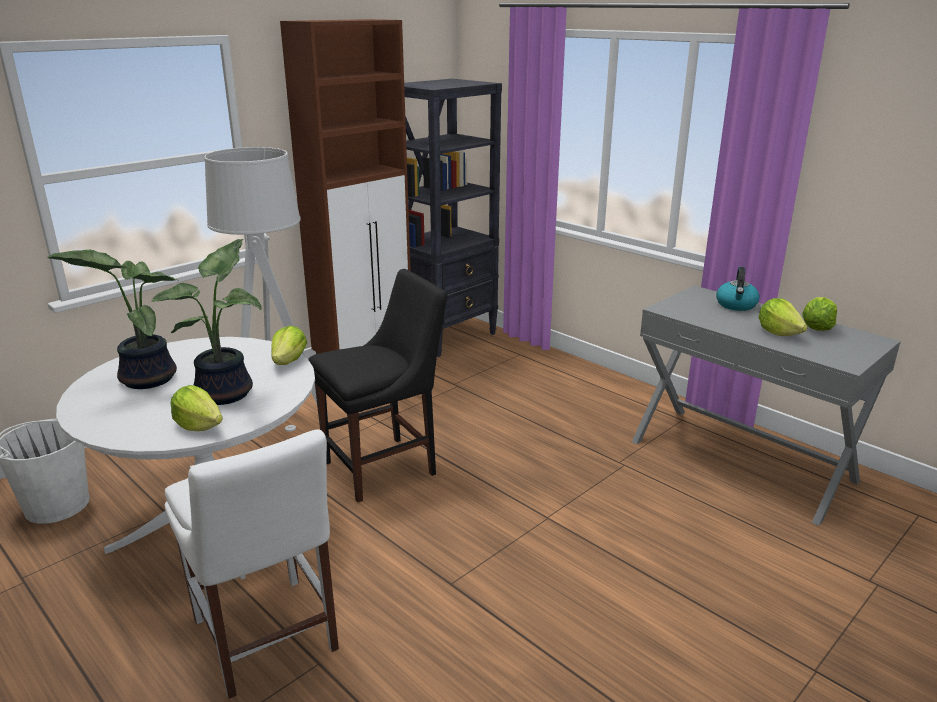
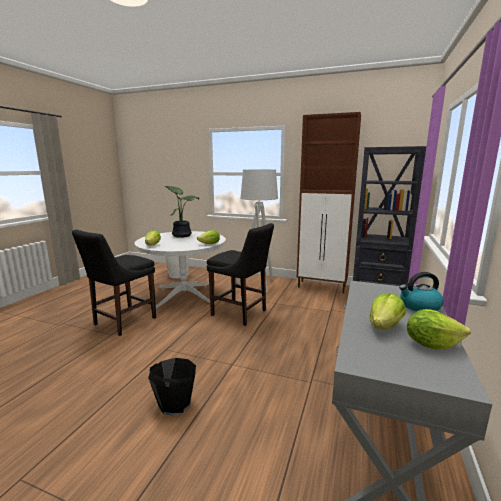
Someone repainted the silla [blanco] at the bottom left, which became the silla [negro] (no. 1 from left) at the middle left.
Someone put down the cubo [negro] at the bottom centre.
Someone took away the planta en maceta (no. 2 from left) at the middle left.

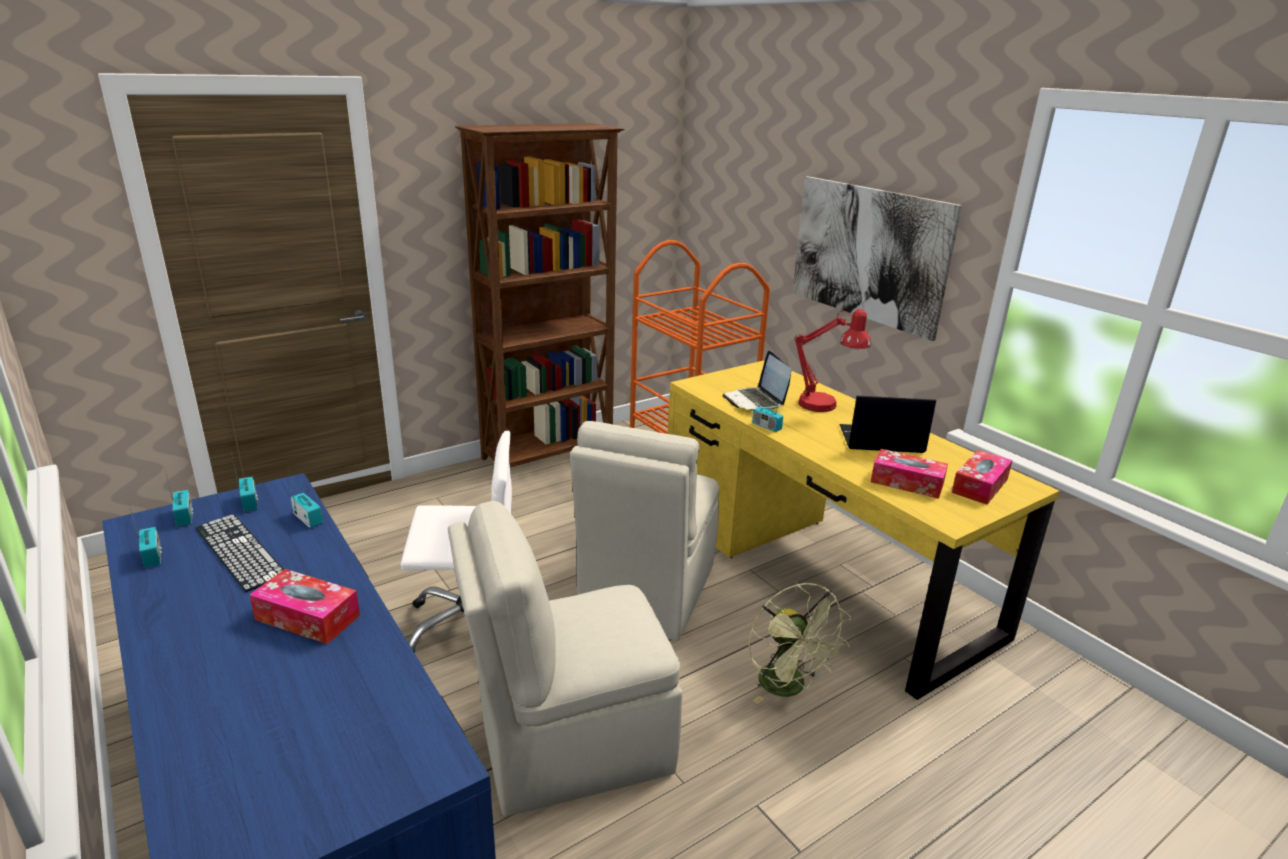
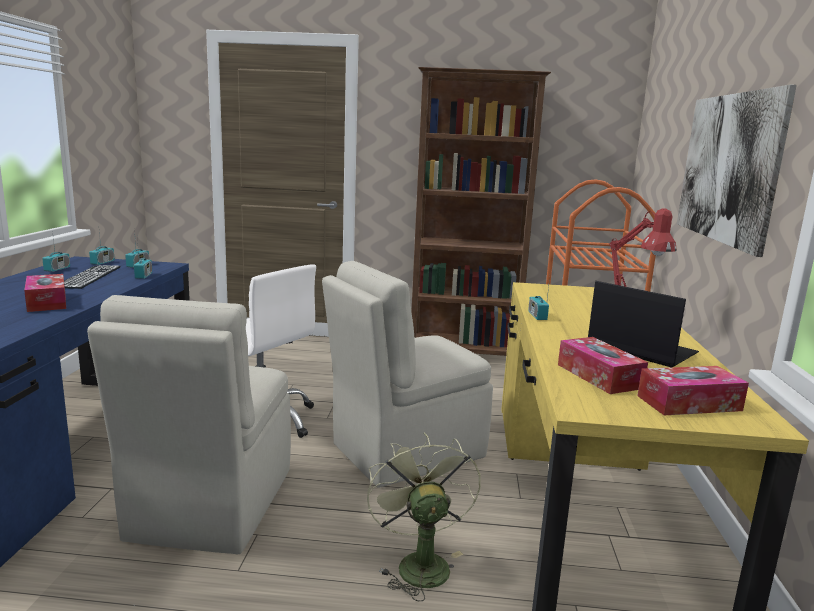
Someone rotated the silla [beis] (no. 1 from left) at the bottom centre by 105 degrees counterclockwise.
Someone rotated the ventilador [verde] at the bottom centre by 150 degrees clockwise.
Someone took away the portátil (no. 1 from left) at the centre.

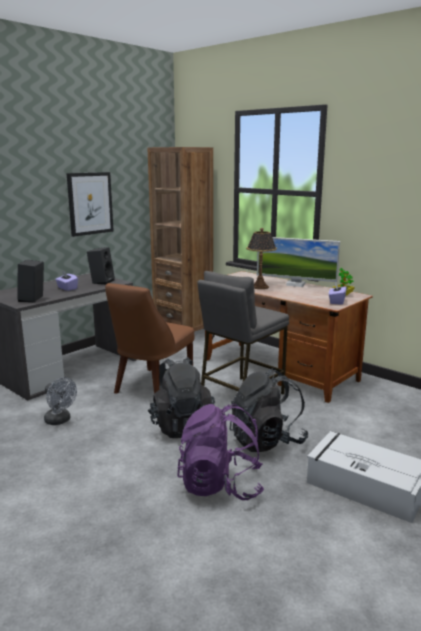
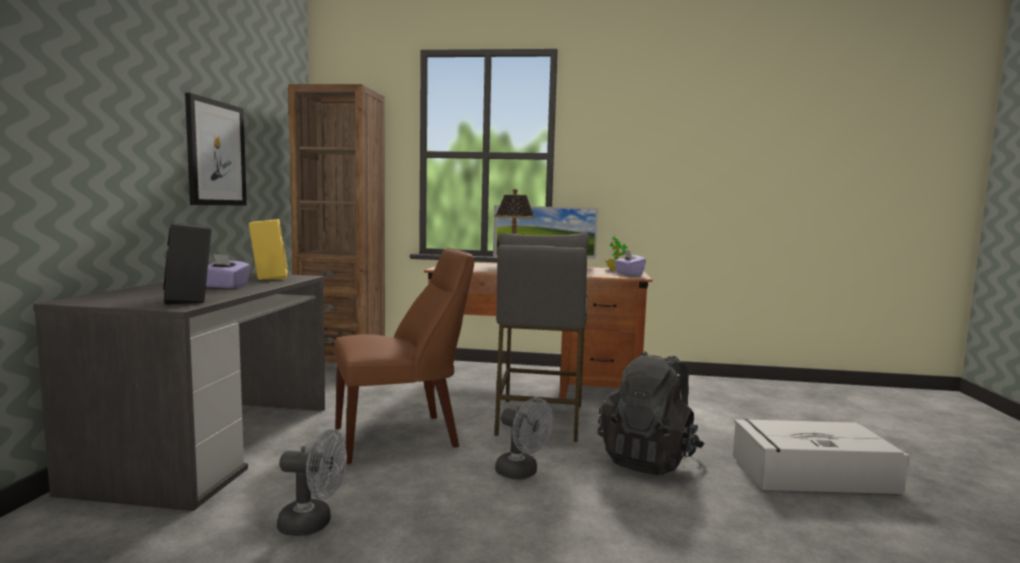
Someone repainted the altavoz [negro] (no. 2 from left) at the middle left, which became the altavoz [amarillo] at the middle left.
Someone rotated the silla [marrón] at the centre by 105 degrees counterclockwise.
Someone swapped the mochila [negro] (no. 1 from left) at the centre for the ventilador [gris] (no. 2 from left) at the bottom centre.
Someone took away the mochila [morado] at the bottom centre.

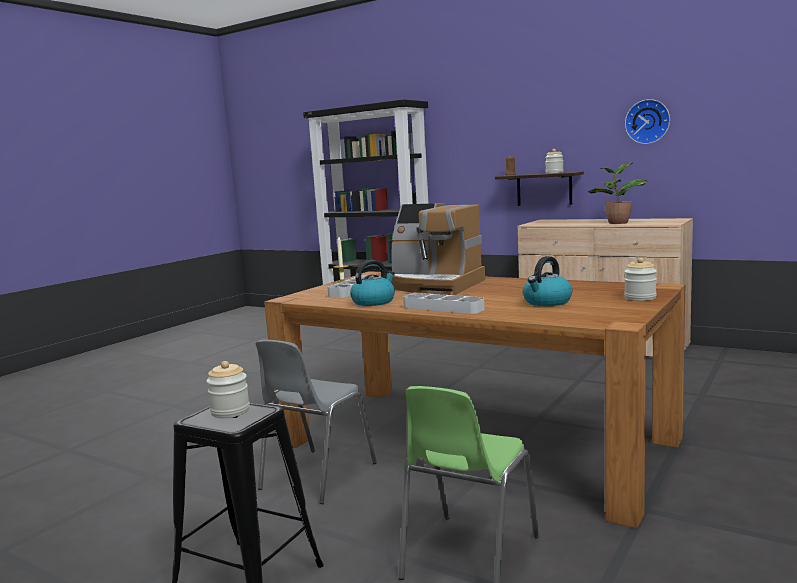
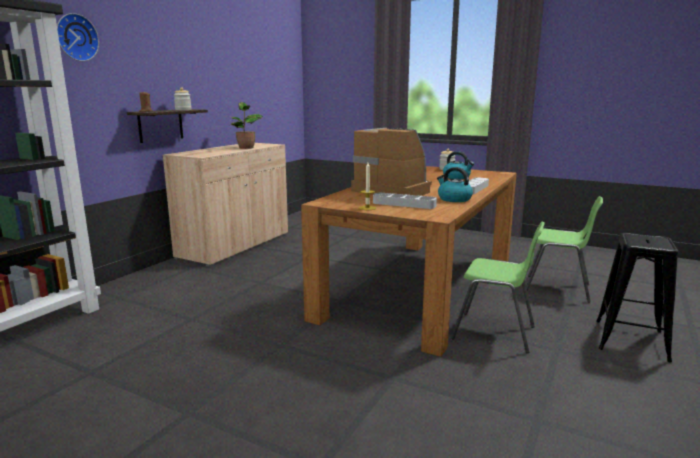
Someone carried the reloj de pared from the top right to the top left.
Someone rotated the cafetera at the centre by 75 degrees counterclockwise.
Someone repainted the silla [gris] at the bottom centre, which became the silla [verde] (no. 1 from left) at the middle right.
Someone took away the tarro (no. 1 from left) at the bottom left.

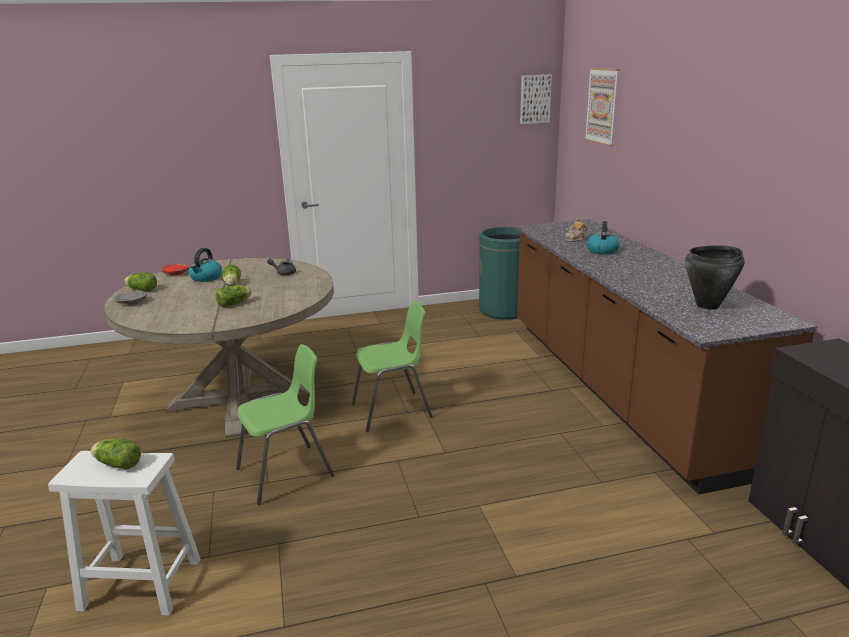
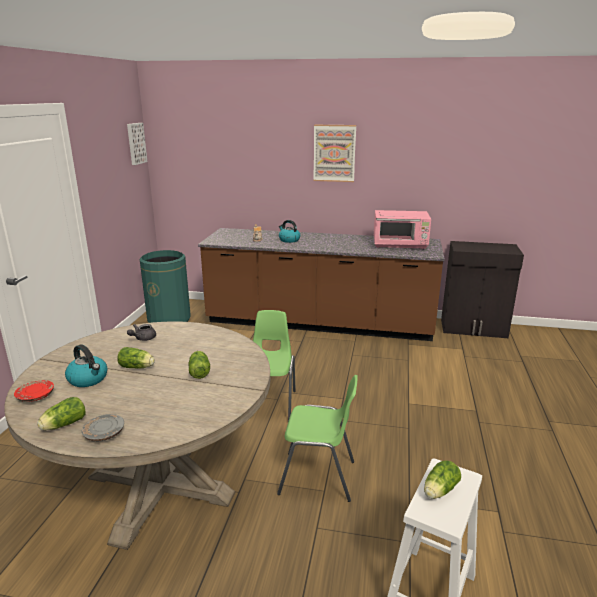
Someone rotated the silla [verde] (no. 1 from left in the first image) at the centre by 105 degrees clockwise.
Someone carried the cuadro (no. 2 from left) from the top right to the top centre.
Someone swapped the olla [negro] at the middle right for the microondas [rosa] at the middle right.

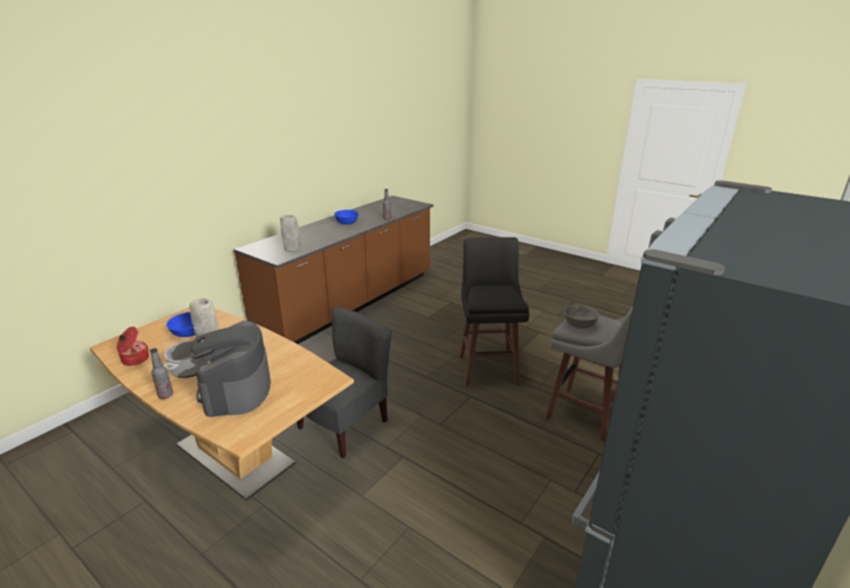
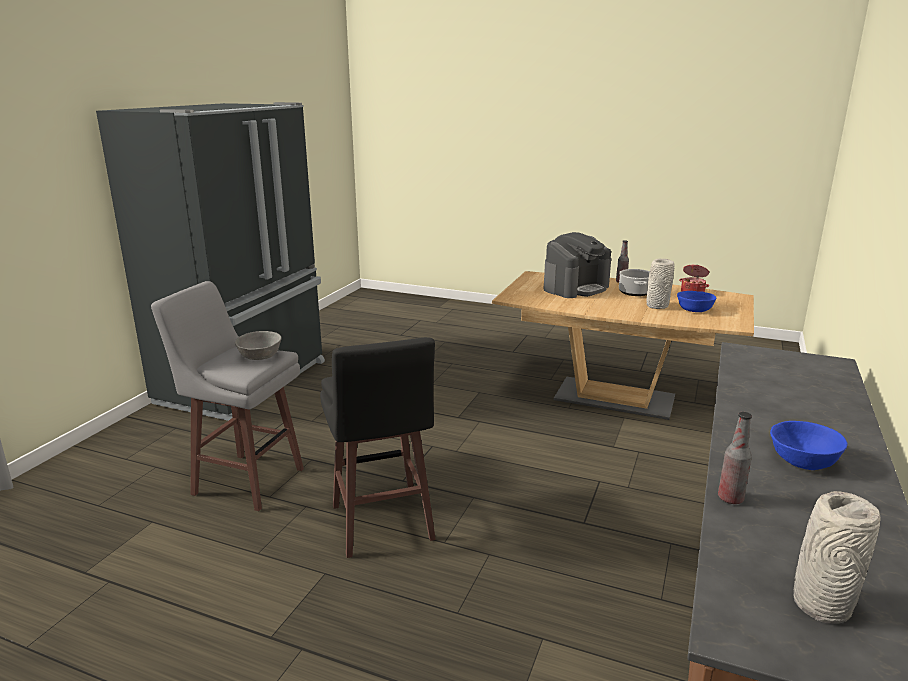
Someone rotated the cafetera at the middle left by 75 degrees clockwise.
Someone carried the florero [gris] (no. 2 from left) from the centre to the bottom right.
Someone took away the silla [gris] at the centre.

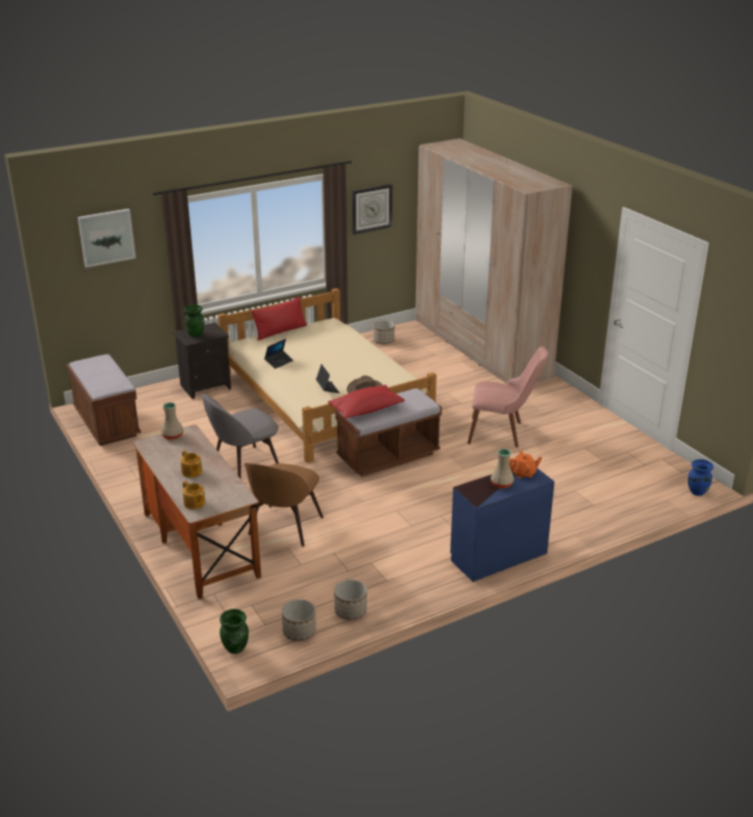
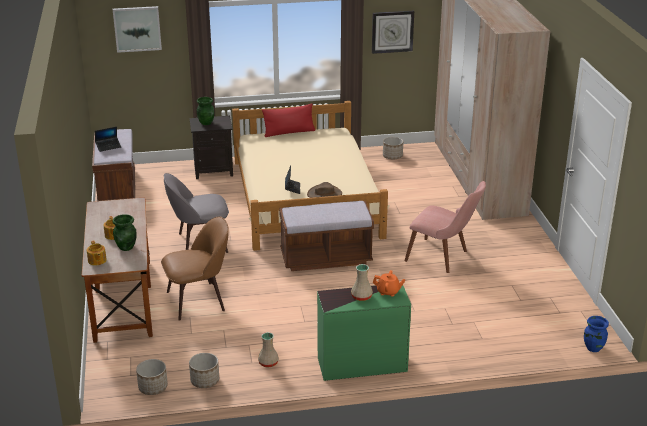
Someone carried the portátil (no. 1 from left) from the centre to the top left.
Someone carried the florero [verde] (no. 2 from left in the first image) from the bottom left to the middle left.
Someone rotated the silla [marrón] at the centre by 150 degrees counterclockwise.
Someone carried the florero [beis] (no. 1 from left) from the middle left to the bottom centre.
Someone repainted the cómoda [azul] at the middle right, which became the cómoda [verde] at the bottom centre.
Someone took away the cojín [rojo] (no. 2 from left) at the centre.

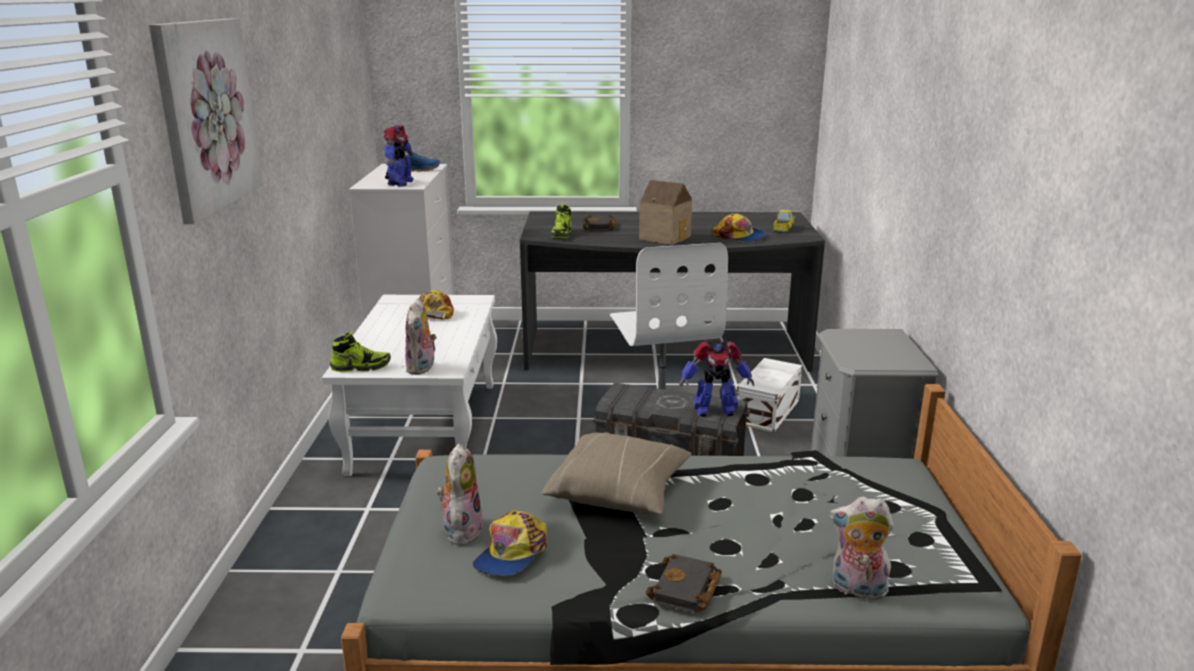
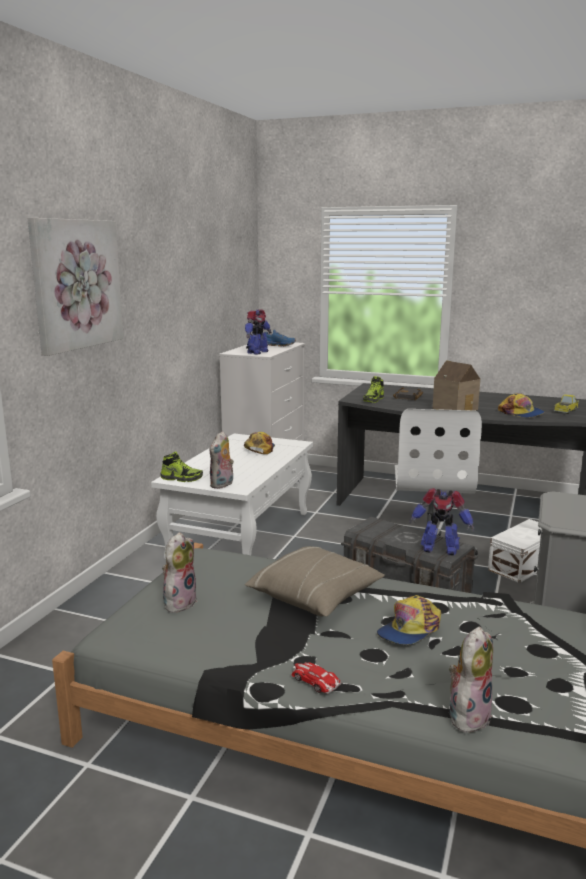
Someone swapped the libro [negro] (no. 2 from left) at the bottom centre for the coche de juguete at the bottom centre.
Someone carried the gorra (no. 2 from left) from the bottom centre to the bottom right.
Someone rotated the peluche (no. 3 from left) at the bottom right by 90 degrees clockwise.

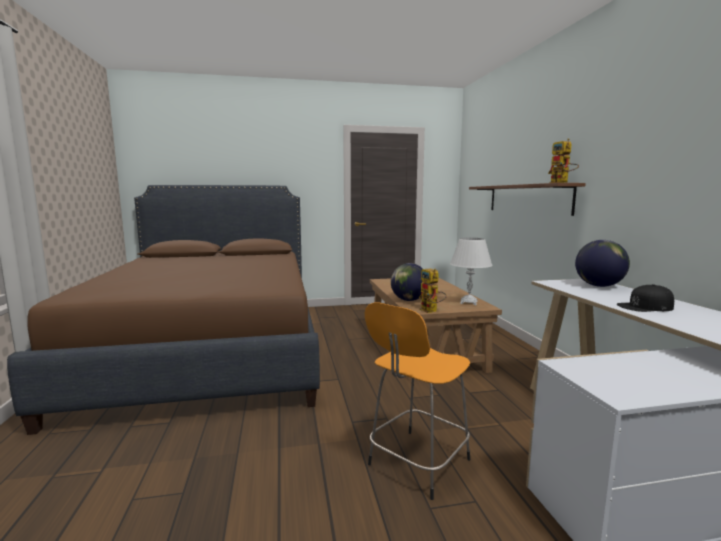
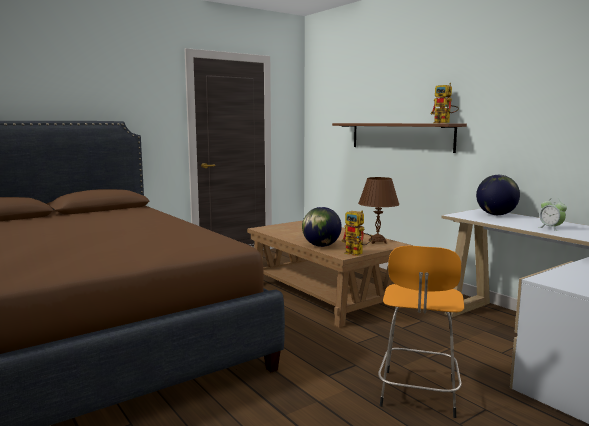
Someone repainted the lámpara de mesa [blanco] at the centre, which became the lámpara de mesa [marrón] at the centre.
Someone swapped the gorra [negro] at the middle right for the despertador at the middle right.

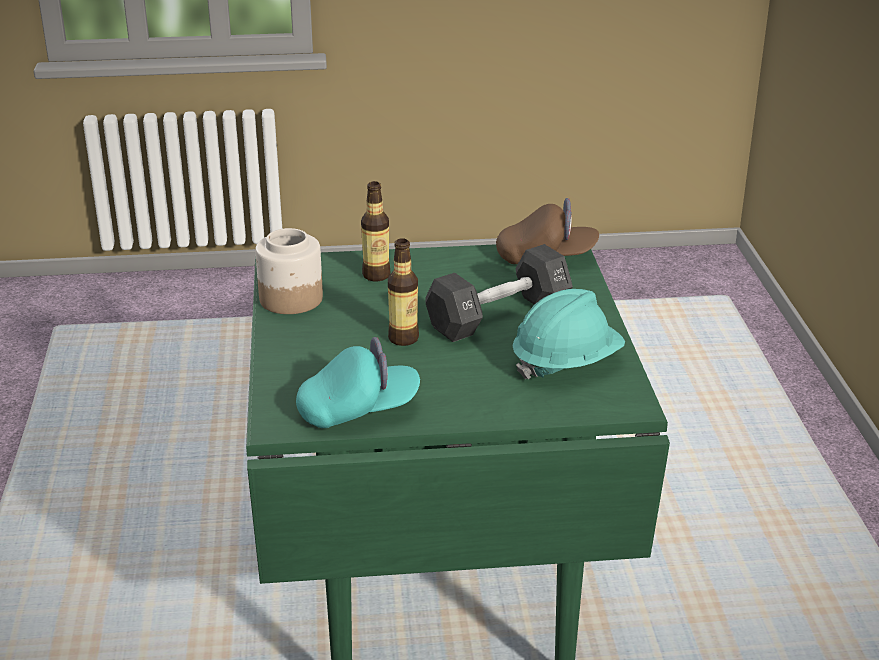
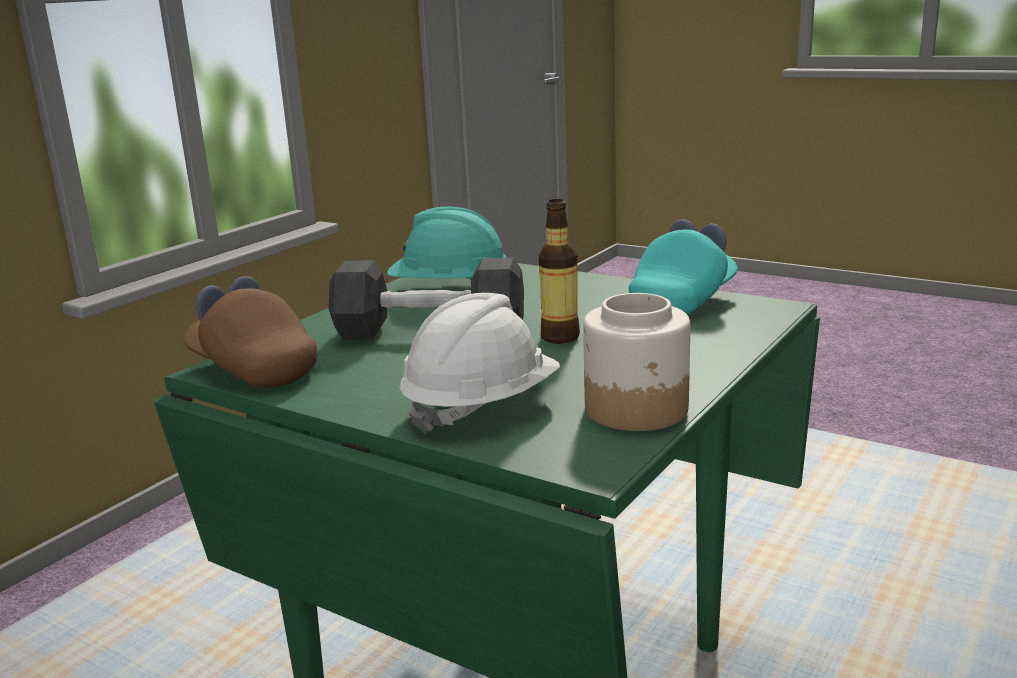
Someone swapped the botella (no. 1 from left) at the centre for the casco [blanco] at the centre.
Someone rotated the gorra [turquesa] at the centre by 105 degrees clockwise.

